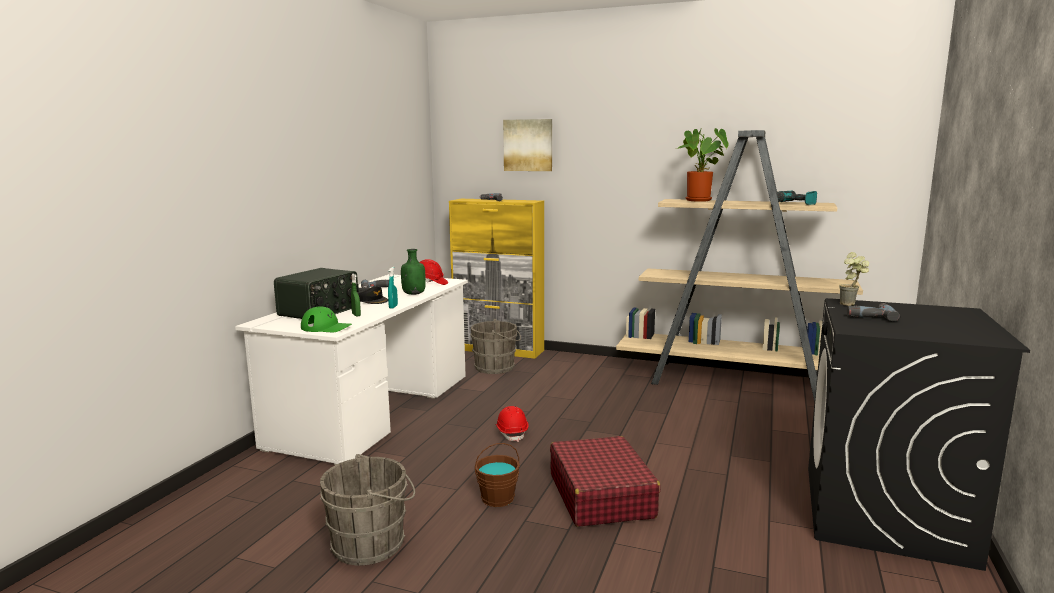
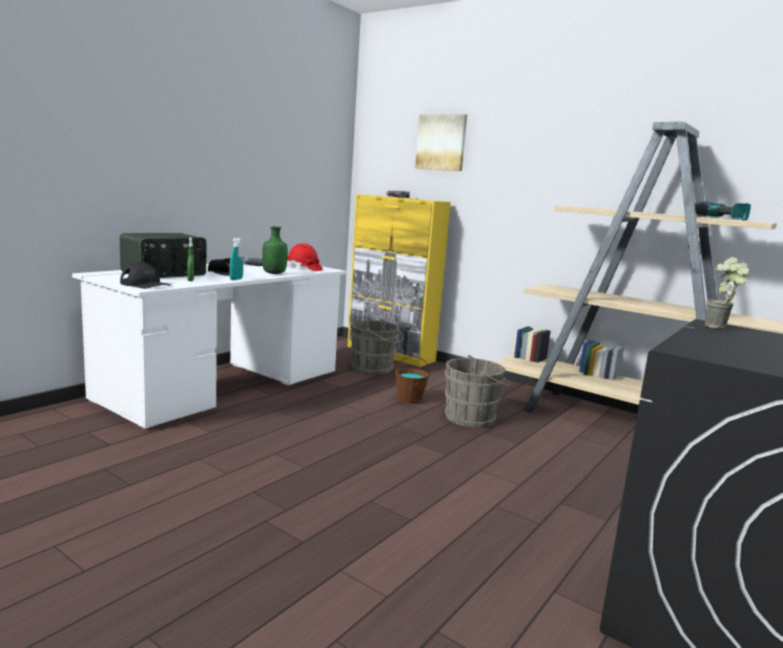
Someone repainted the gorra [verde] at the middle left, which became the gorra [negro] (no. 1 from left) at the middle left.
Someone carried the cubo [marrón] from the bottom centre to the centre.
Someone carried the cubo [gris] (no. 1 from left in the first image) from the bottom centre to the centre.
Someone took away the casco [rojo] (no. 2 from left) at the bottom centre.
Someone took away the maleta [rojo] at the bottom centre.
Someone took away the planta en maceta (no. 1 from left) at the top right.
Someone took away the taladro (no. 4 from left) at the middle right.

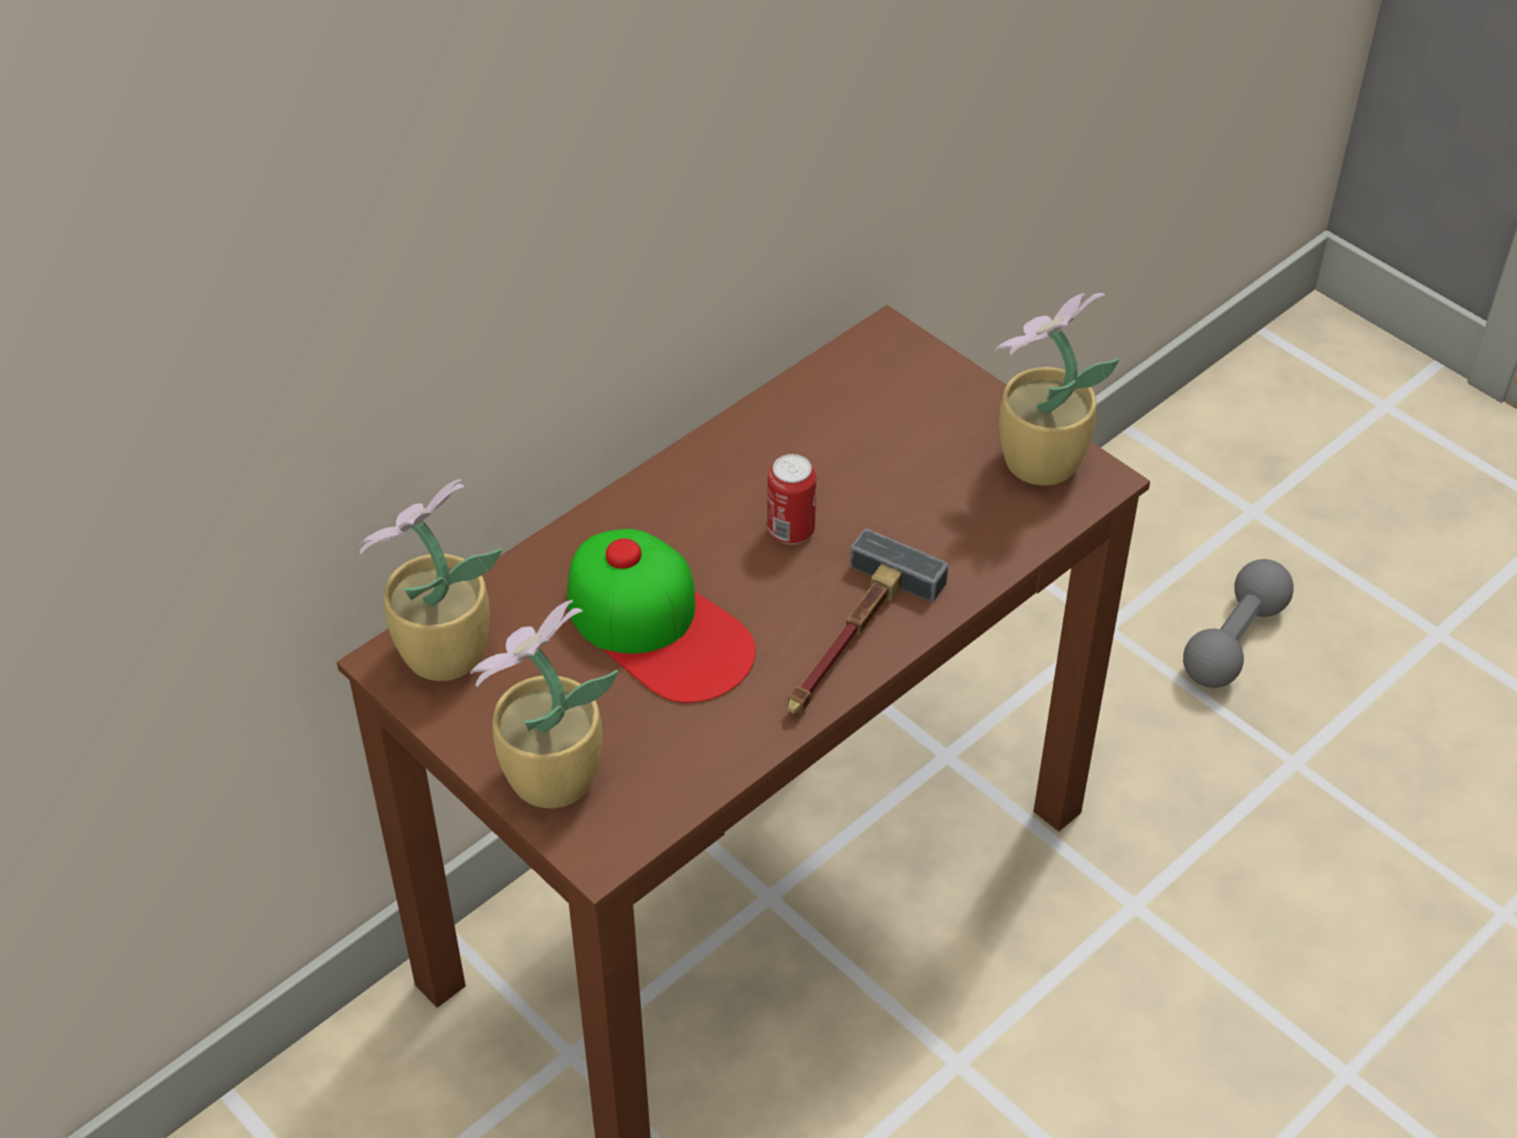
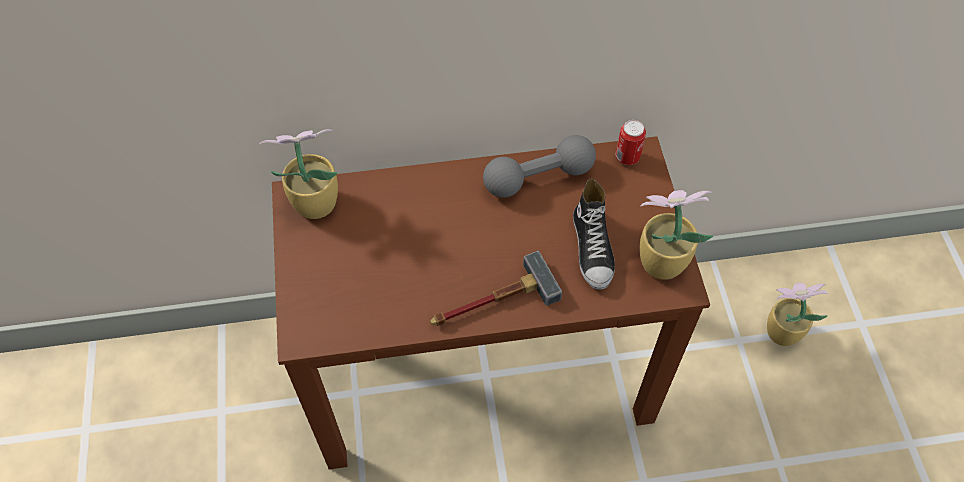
Someone carried the mancuerna [gris] from the middle right to the centre.
Someone put down the zapato at the centre.
Someone carried the lata from the centre to the top centre.
Someone carried the planta en maceta (no. 2 from left in the first image) from the centre to the middle right.
Someone took away the gorra at the centre.

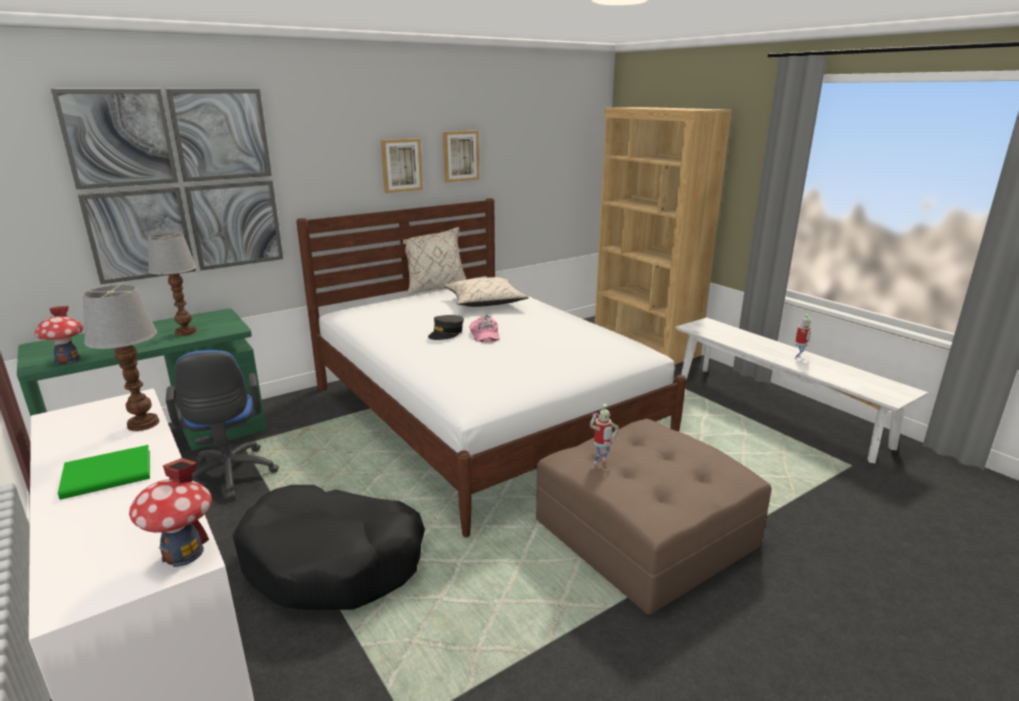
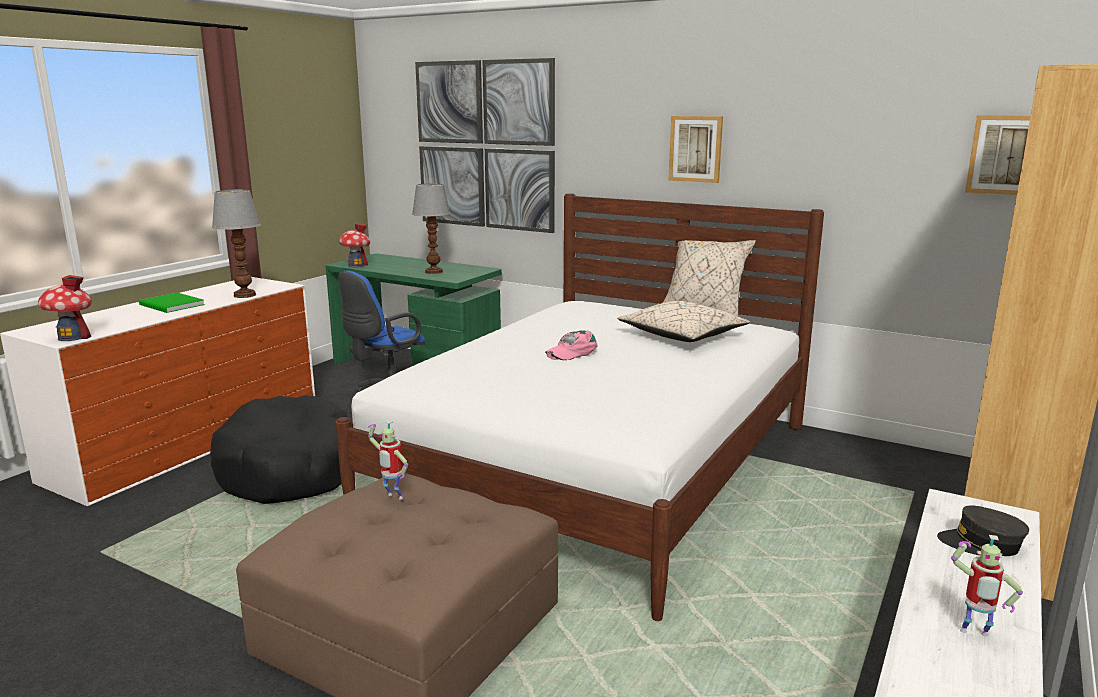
Someone carried the gorra [gris] from the centre to the bottom right.
Someone carried the cuadro (no. 3 from left) from the top centre to the top right.

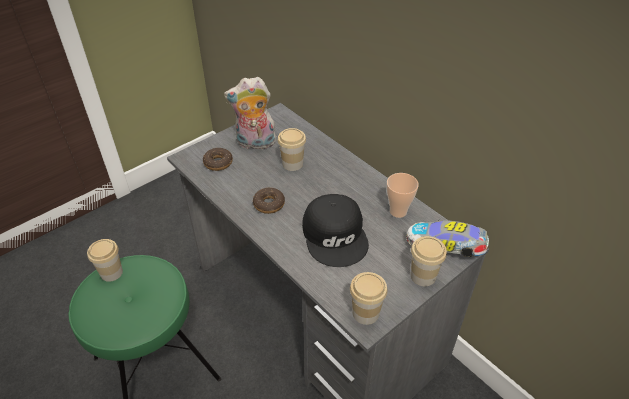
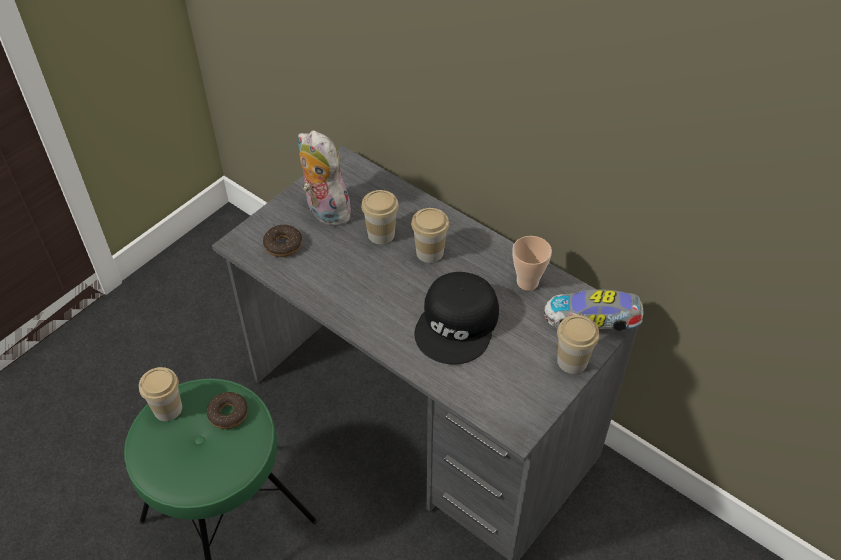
Someone carried the rosquilla (no. 2 from left in the first image) from the centre to the bottom left.
Someone rotated the peluche at the top centre by 60 degrees clockwise.
Someone carried the taza (no. 3 from left) from the bottom centre to the centre.
Someone rotated the gorra [negro] at the centre by 45 degrees clockwise.

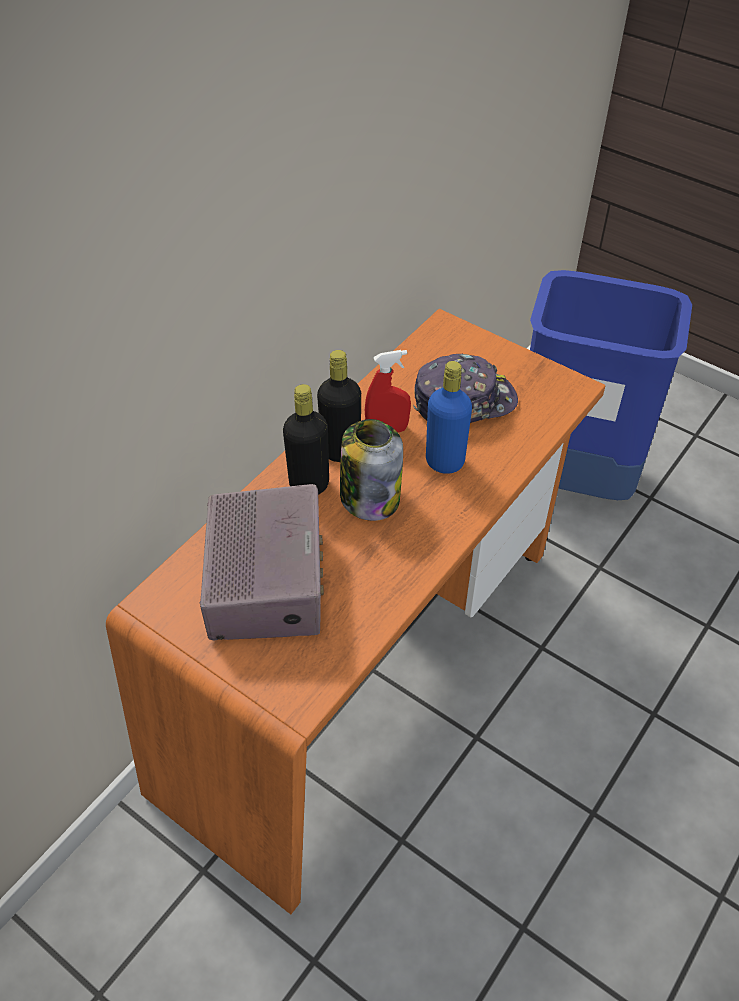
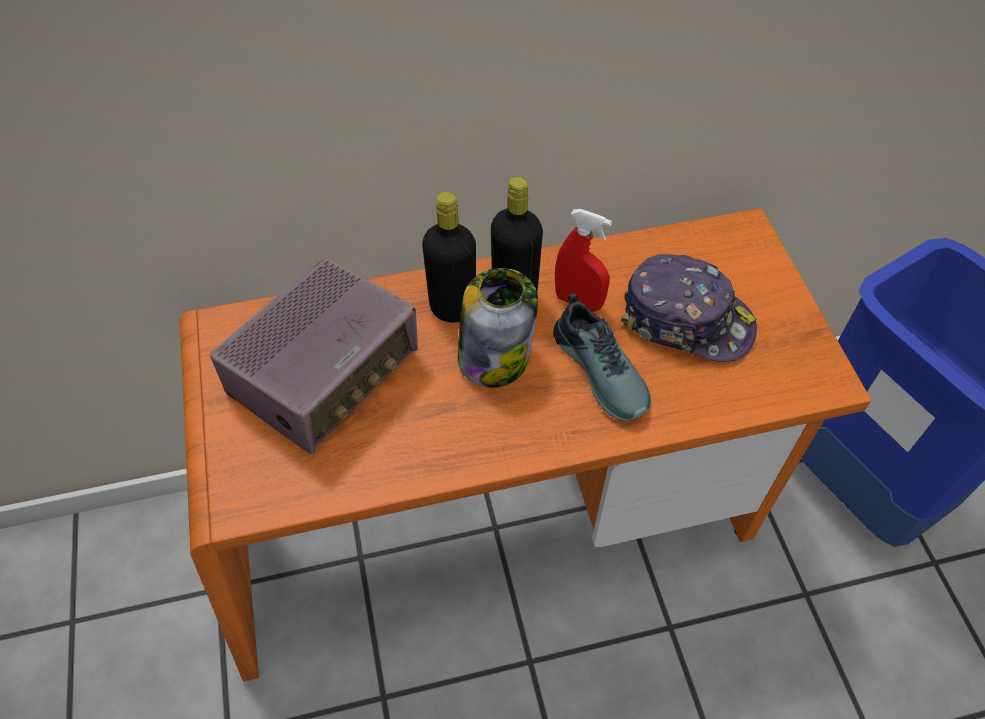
Someone swapped the botella [azul] at the centre for the zapato at the centre.

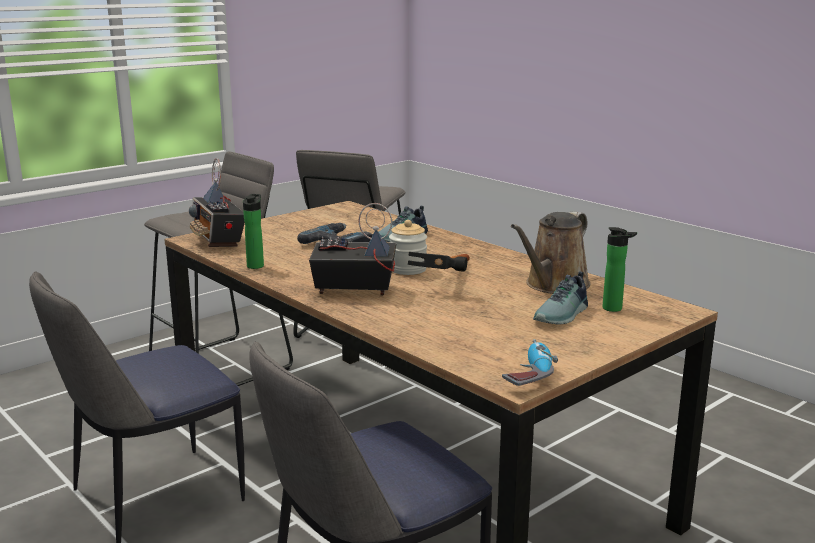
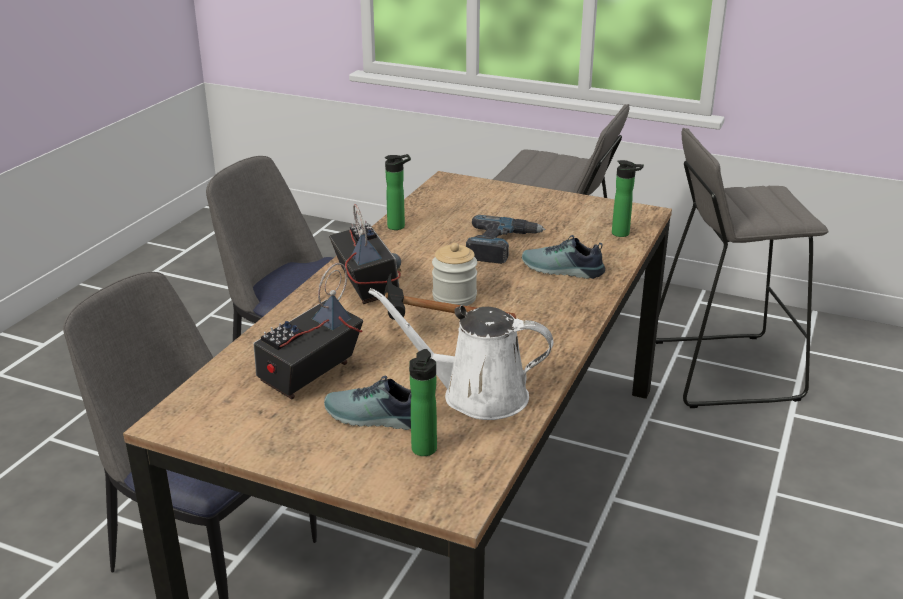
Someone carried the radio (no. 1 from left) from the middle left to the centre.
Someone repainted the regadera [marrón] at the middle right, which became the regadera [blanco] at the centre.
Someone put down the botella (no. 3 from left) at the top right.
Someone took away the taladro (no. 2 from left) at the bottom centre.

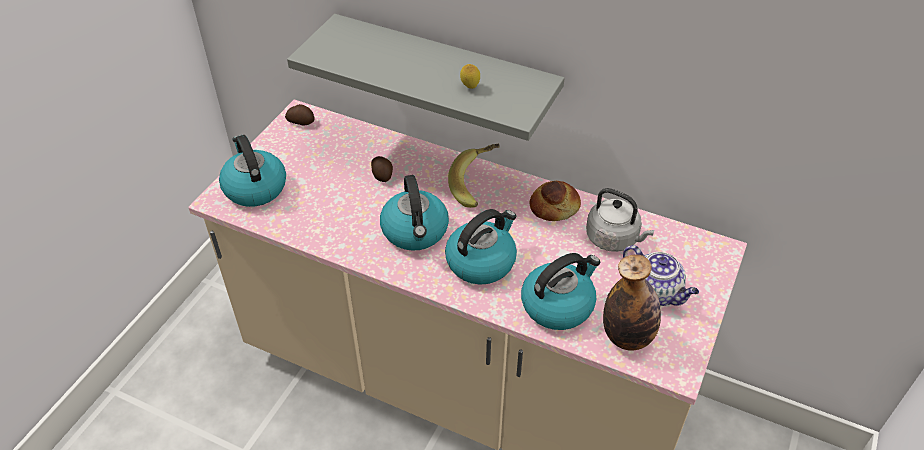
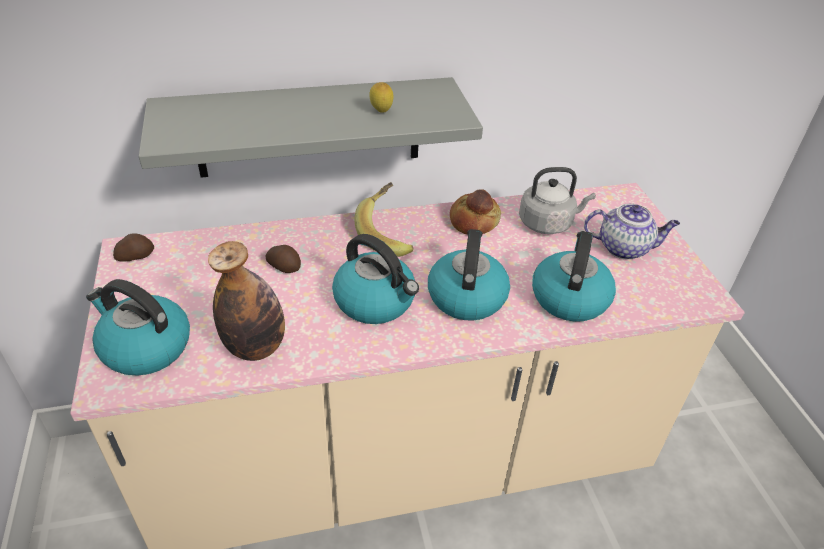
Someone carried the botella from the bottom right to the middle left.

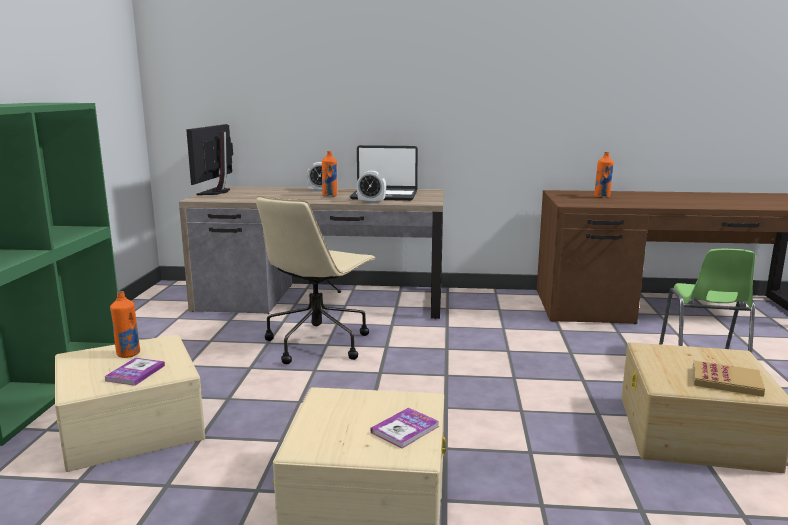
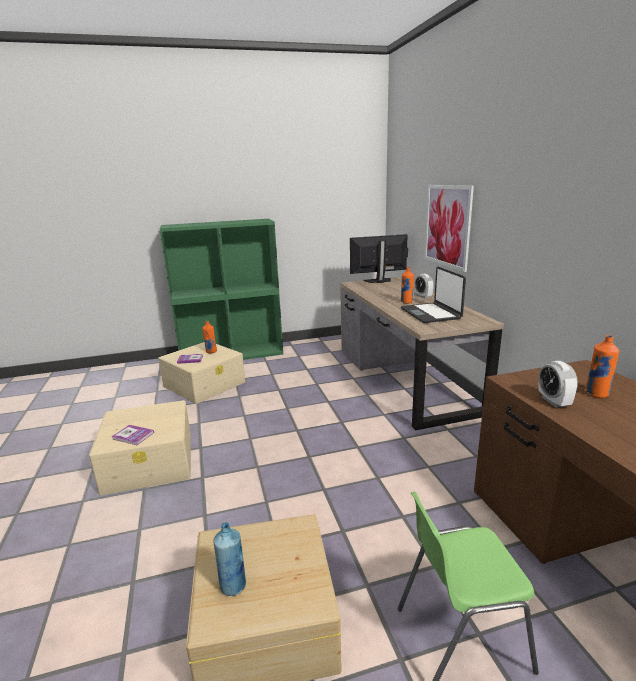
Someone swapped the libro (no. 3 from left) at the bottom right for the botella [azul] at the bottom centre.
Someone put up the cuadro at the middle right.
Someone carried the despertador (no. 2 from left) from the centre to the middle right.
Someone took away the silla de oficina [beis] at the centre.

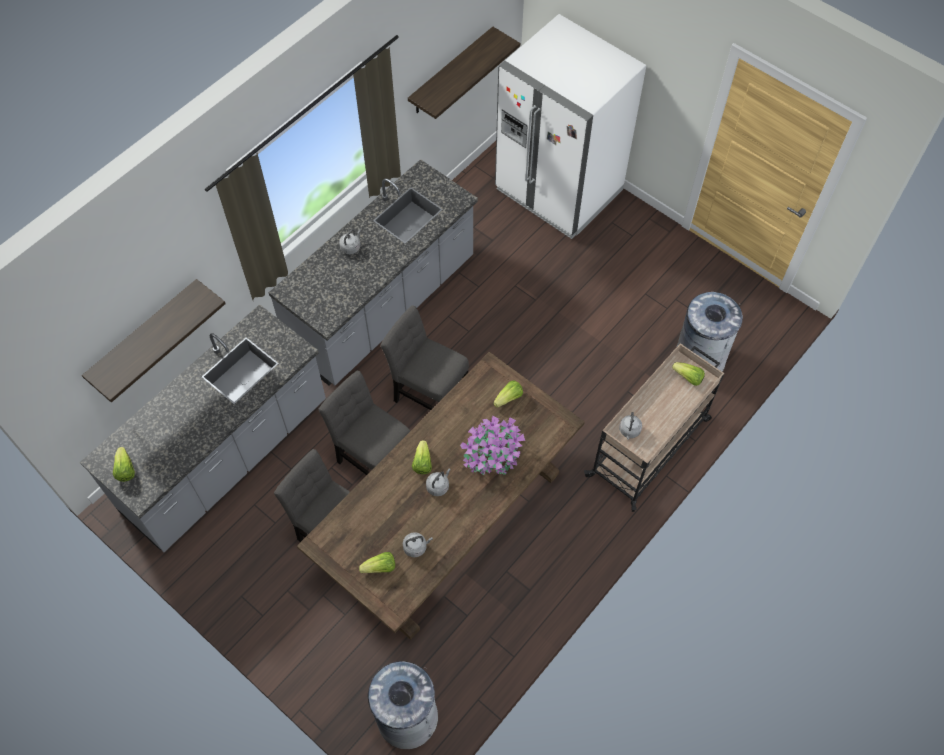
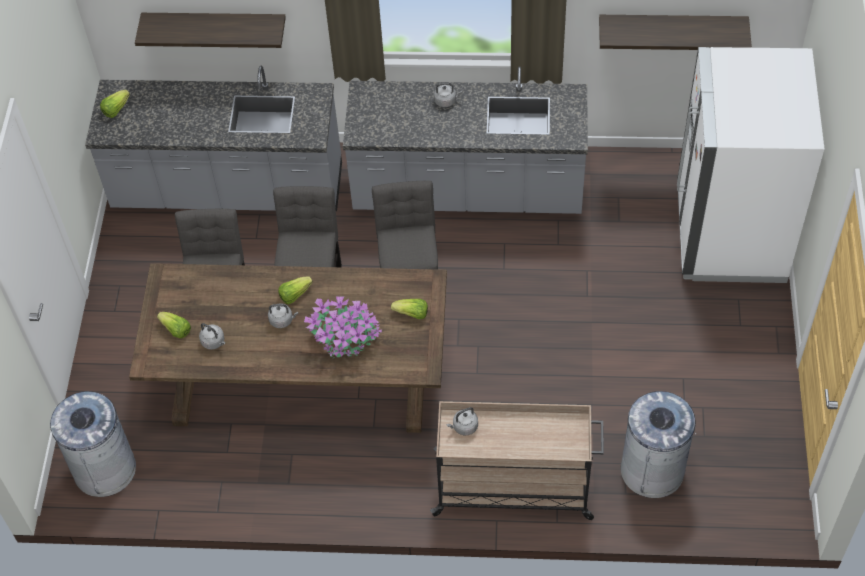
Someone took away the lechuga (no. 5 from left) at the middle right.

